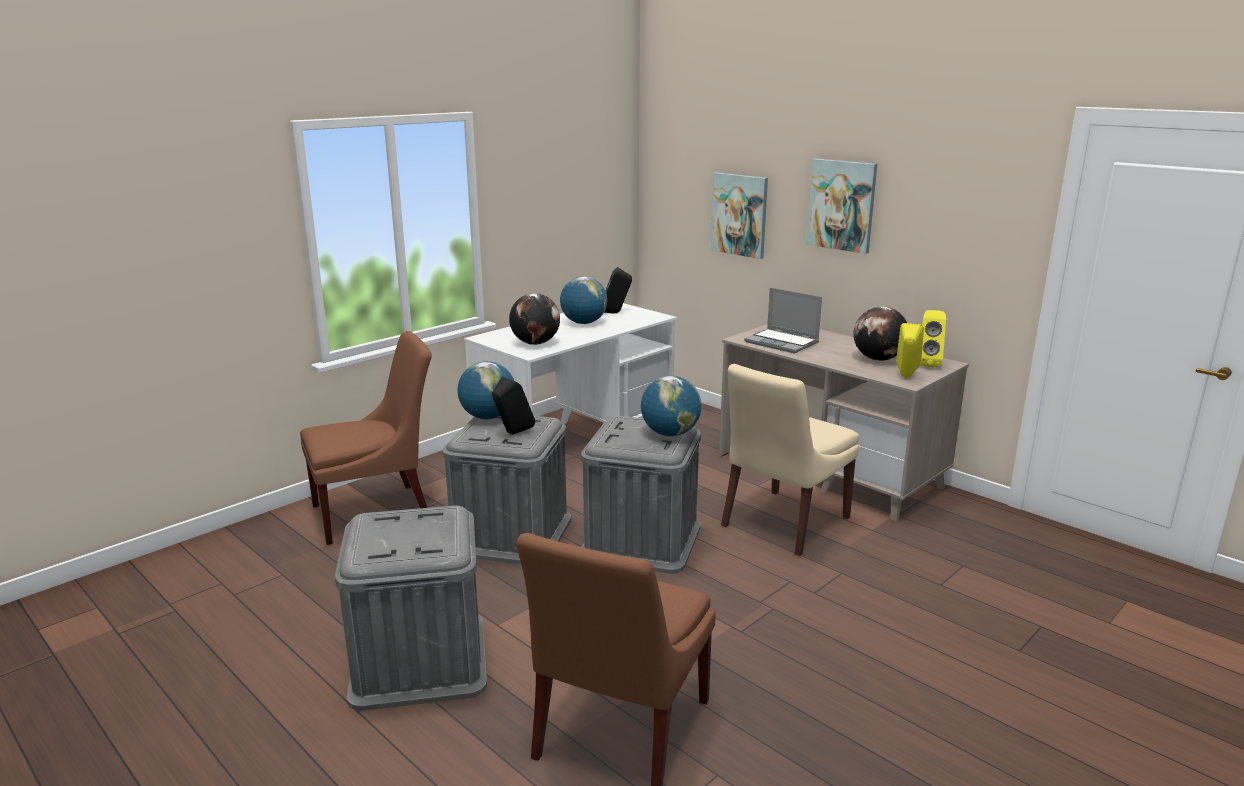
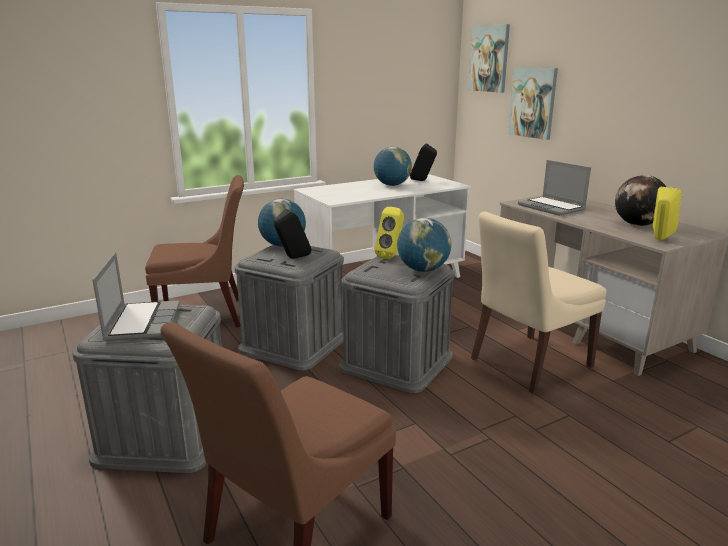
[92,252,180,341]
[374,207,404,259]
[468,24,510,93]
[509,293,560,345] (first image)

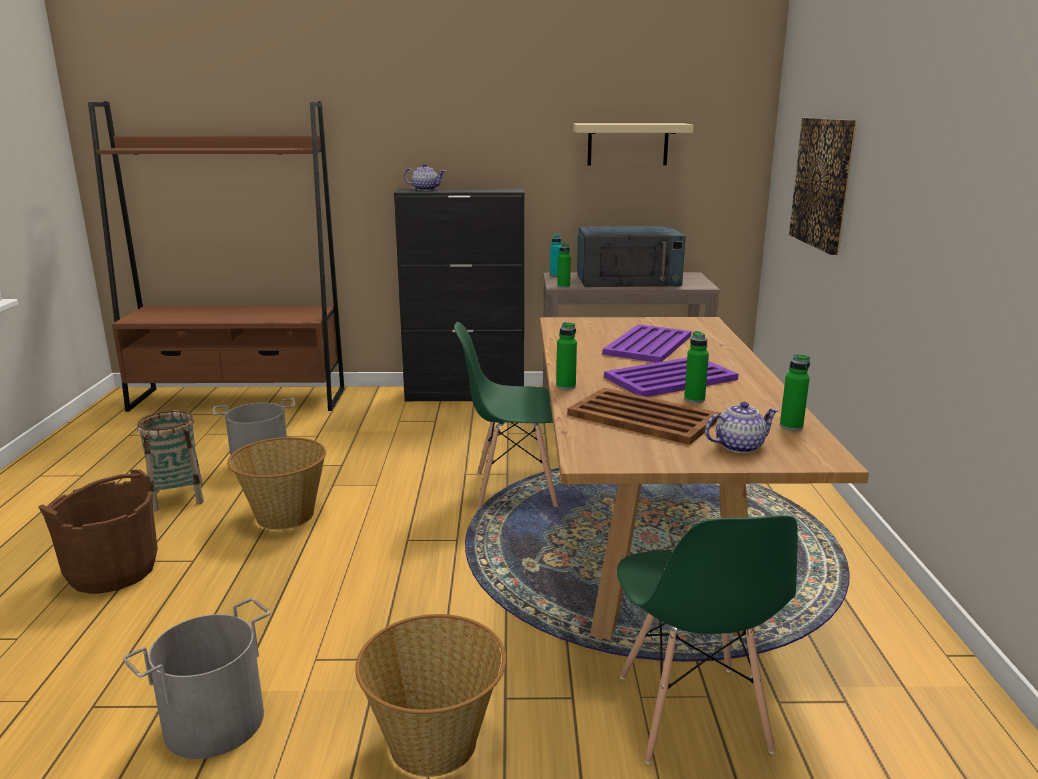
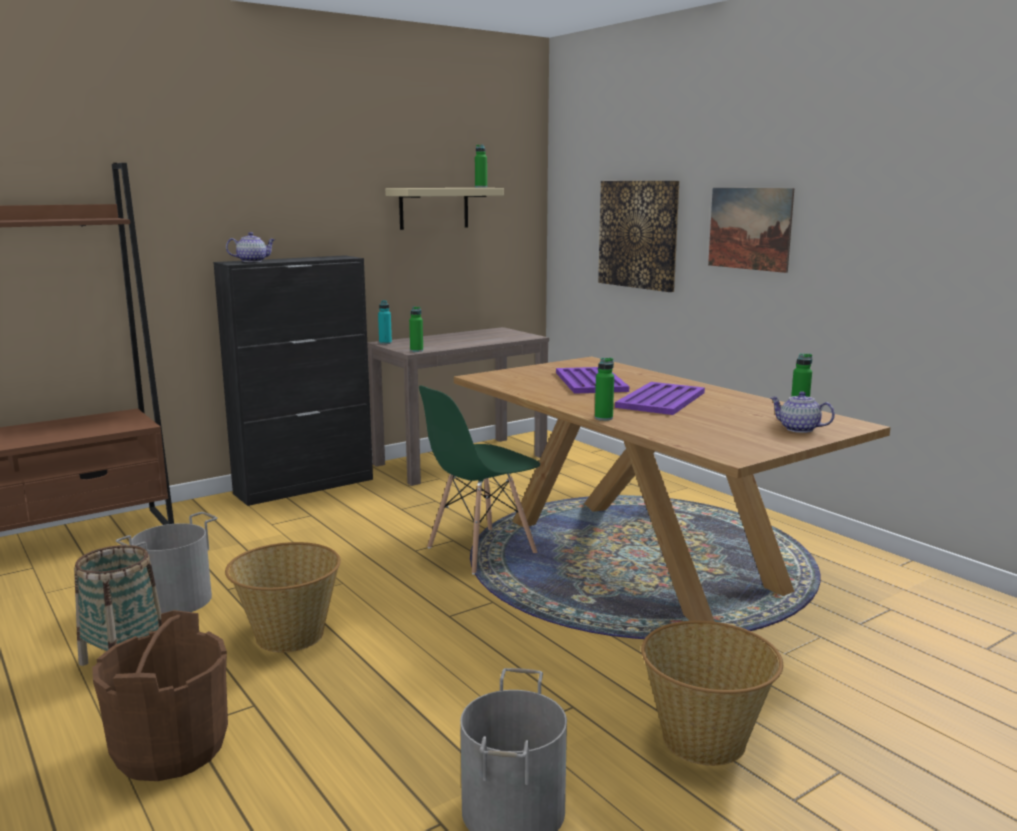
[475,145,487,188]
[708,188,794,273]
[770,391,835,433]
[567,388,721,445] (first image)
[577,226,686,287] (first image)
[617,515,798,764] (first image)

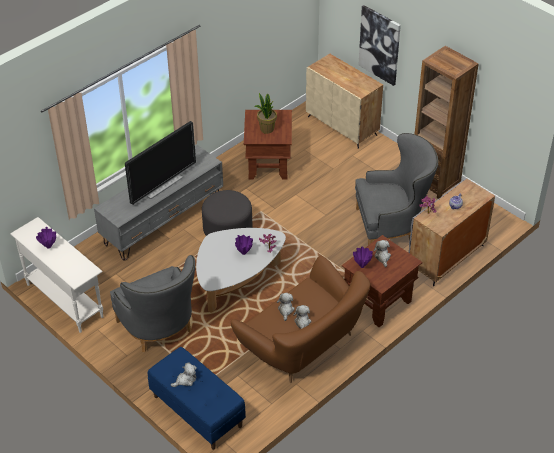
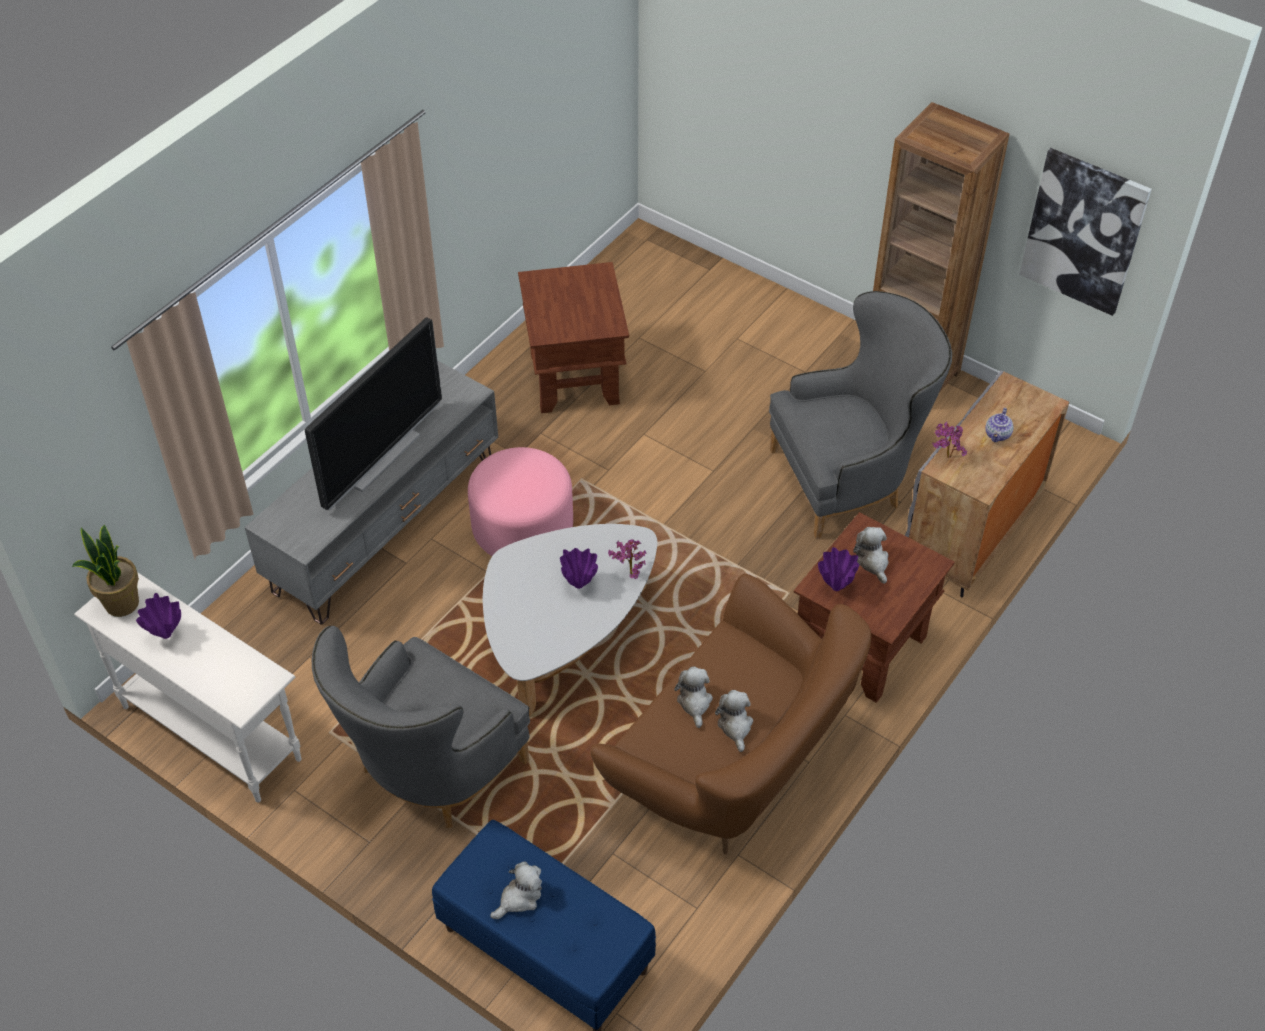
[72,525,139,617]
[312,626,530,828]
[468,447,573,556]
[1019,148,1152,316]
[306,54,383,149] (first image)

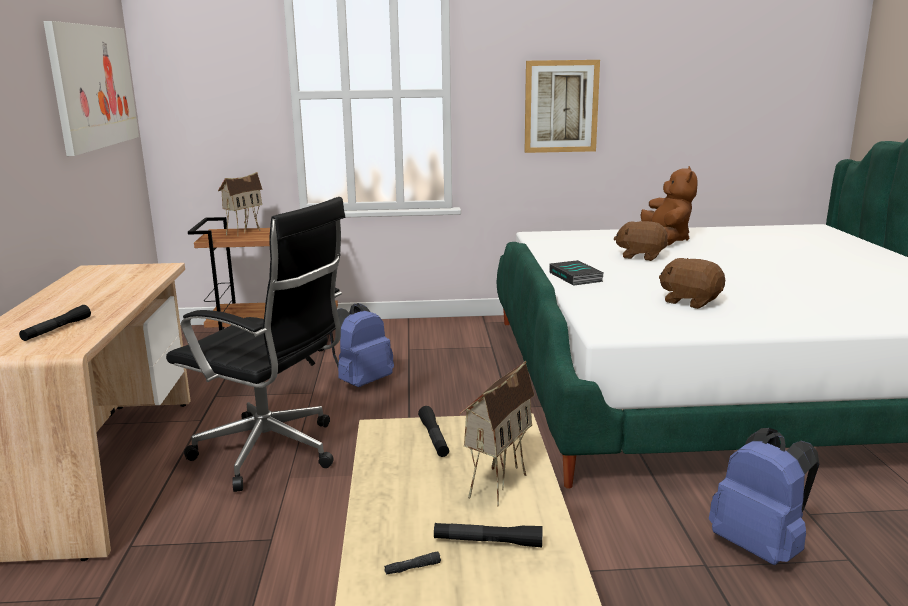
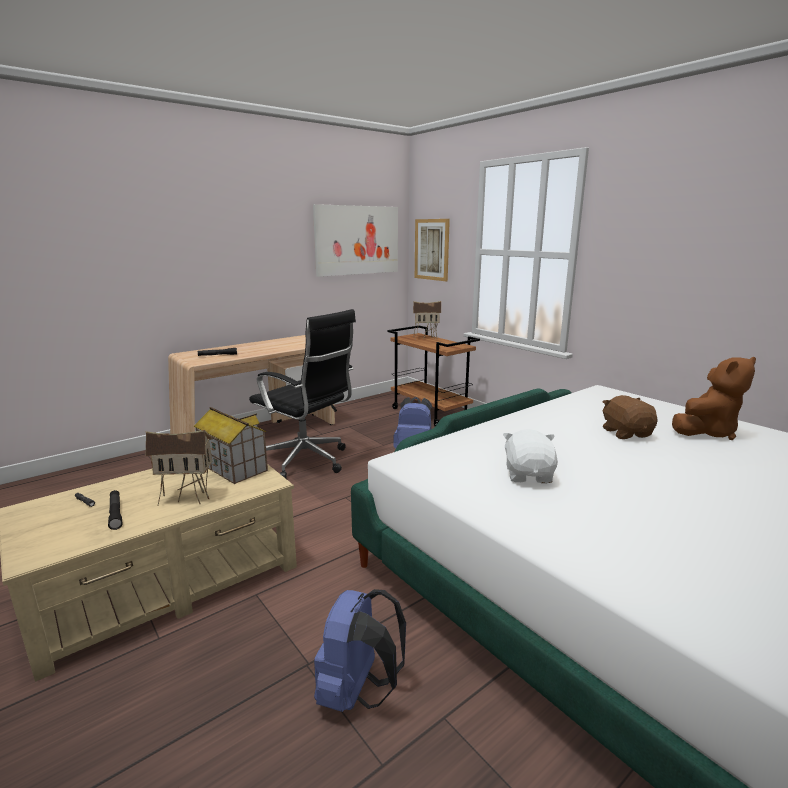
[194,407,268,484]
[249,309,356,479]
[415,219,450,281]
[503,429,558,483]
[550,260,604,286] (first image)

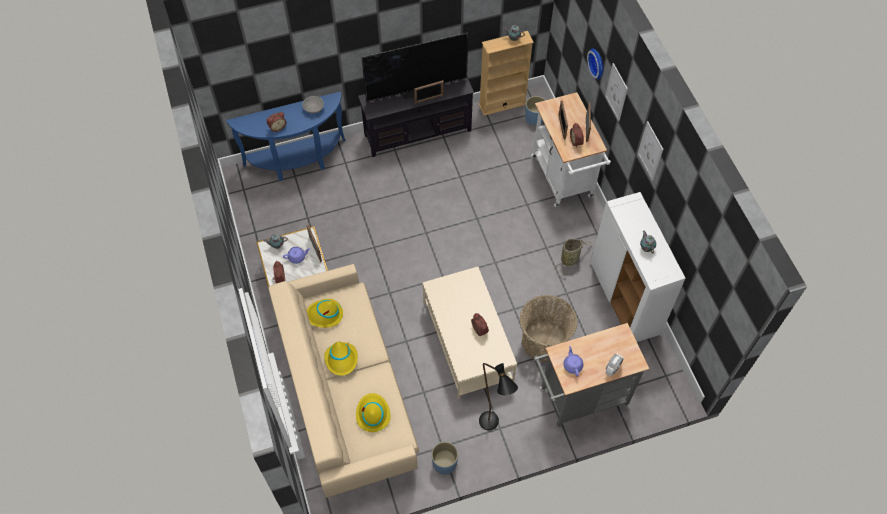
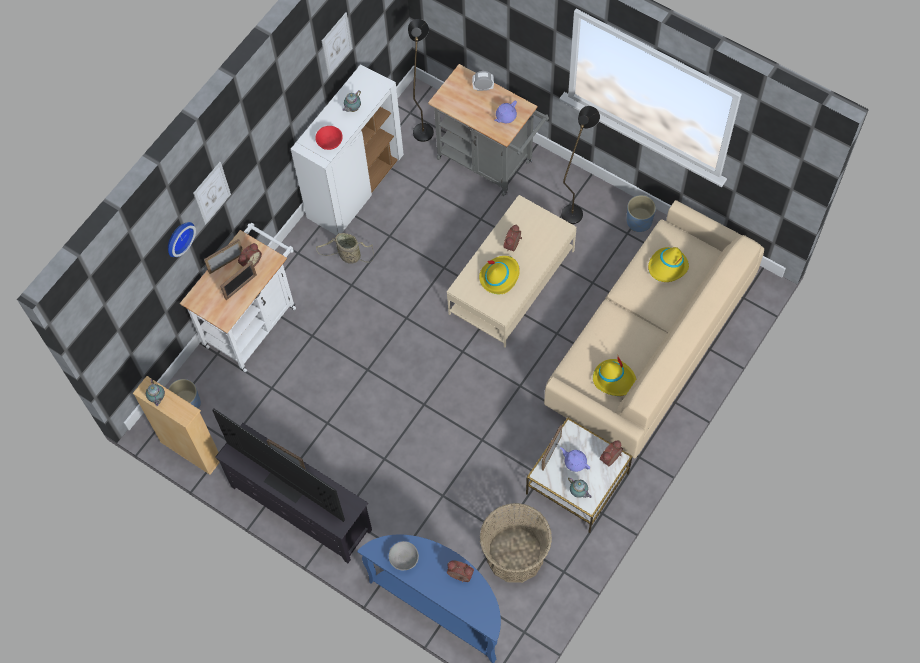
[315,126,343,150]
[322,12,352,76]
[408,19,434,142]
[479,256,520,294]
[480,503,552,583]

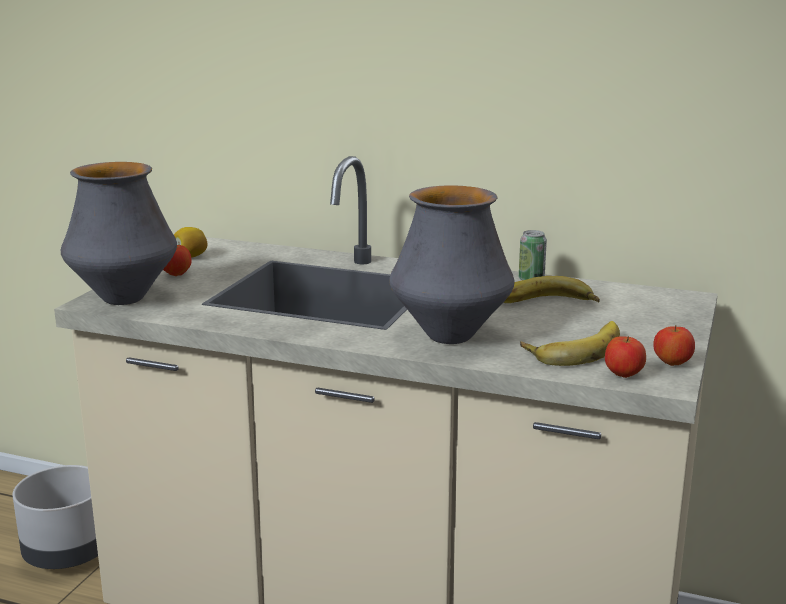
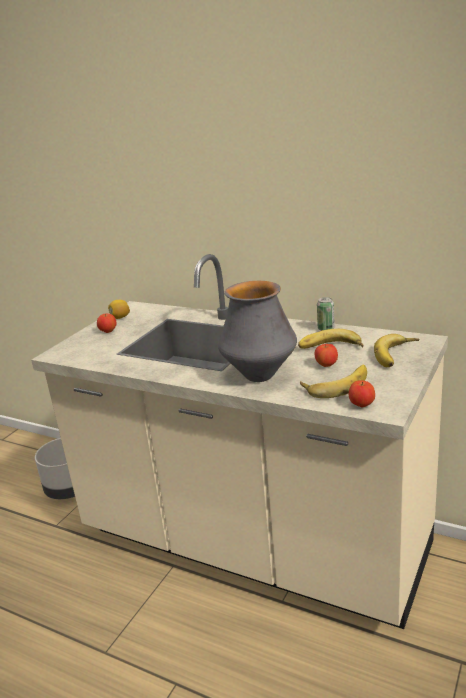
[315,344,338,367]
[374,334,419,367]
[61,162,177,305] (first image)

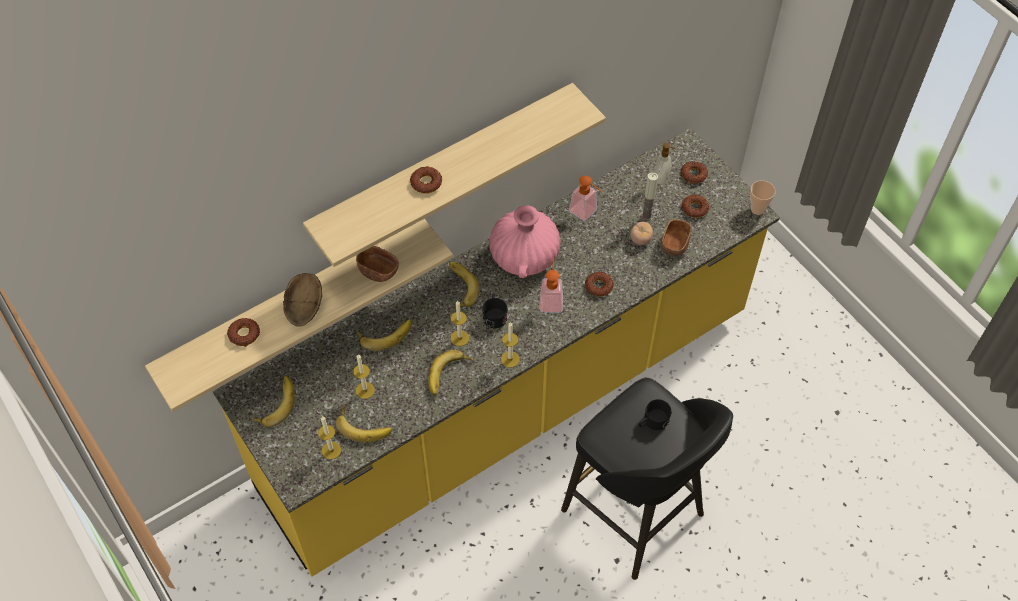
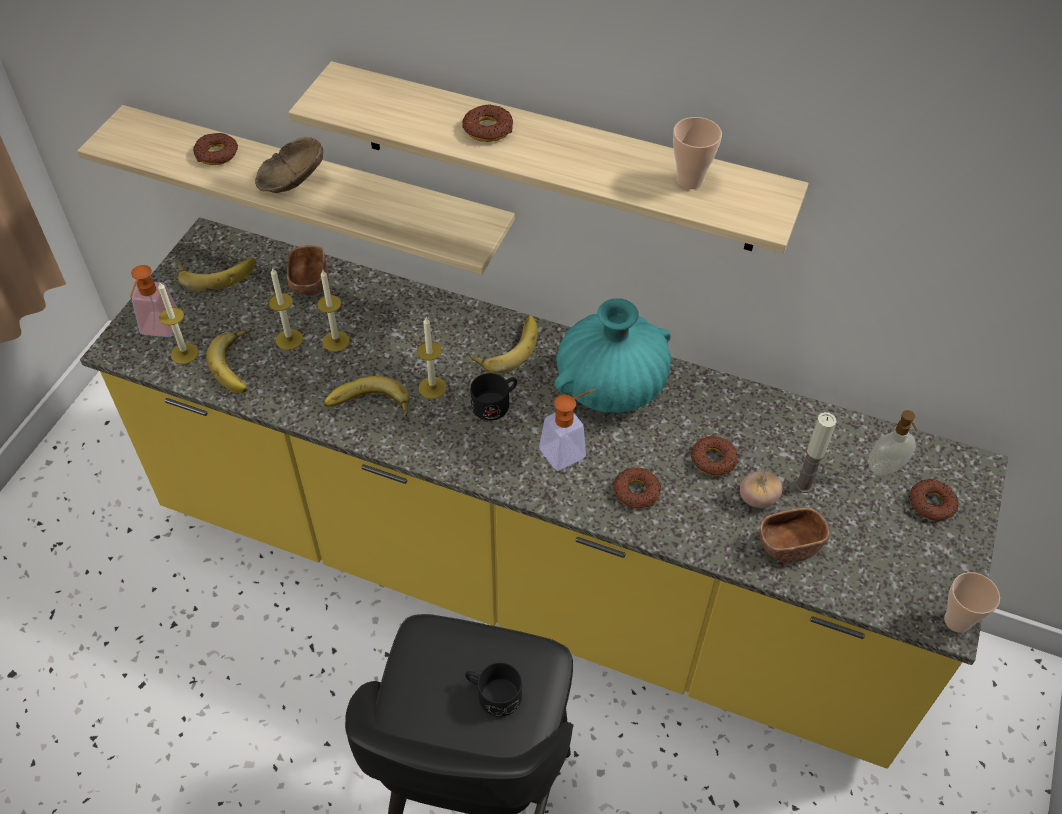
[130,265,177,337]
[287,245,329,296]
[317,270,350,352]
[554,298,671,413]
[673,117,722,189]
[691,436,738,476]
[357,319,412,351] (first image)

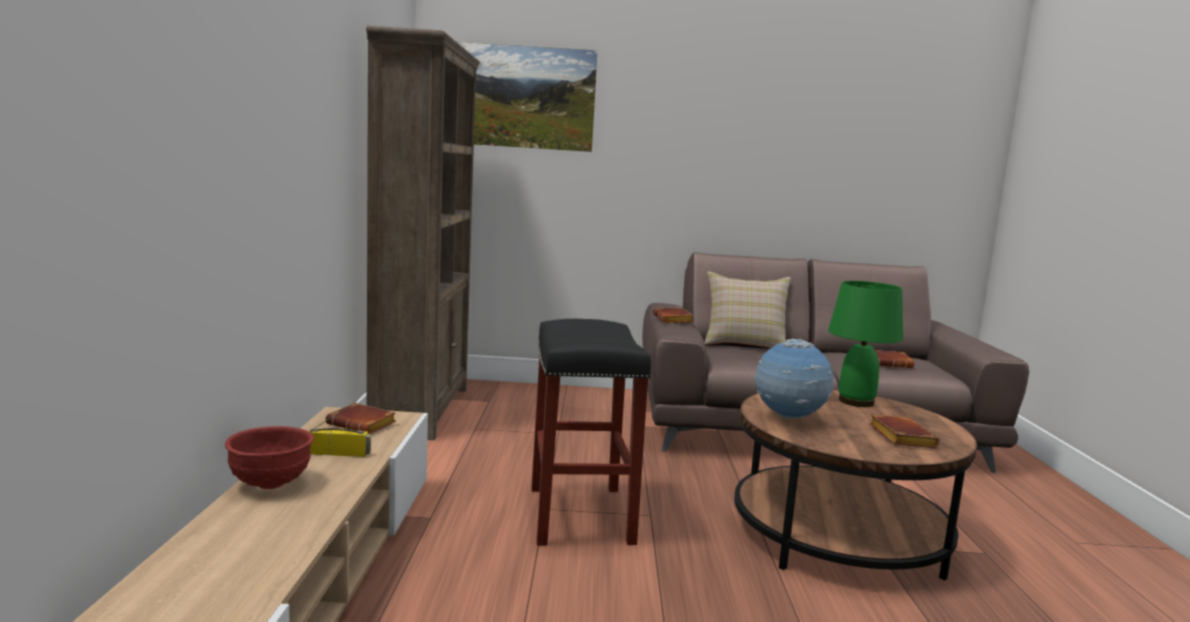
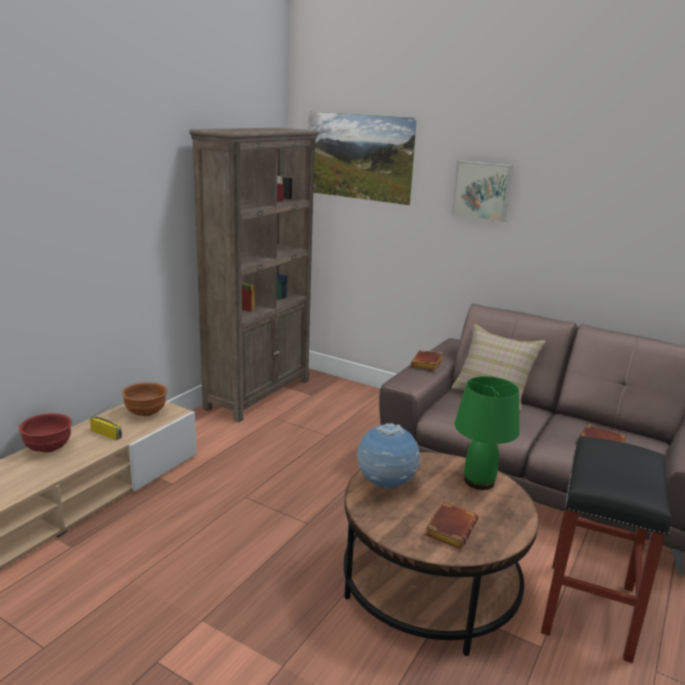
[122,382,167,417]
[451,161,513,222]
[541,436,671,663]

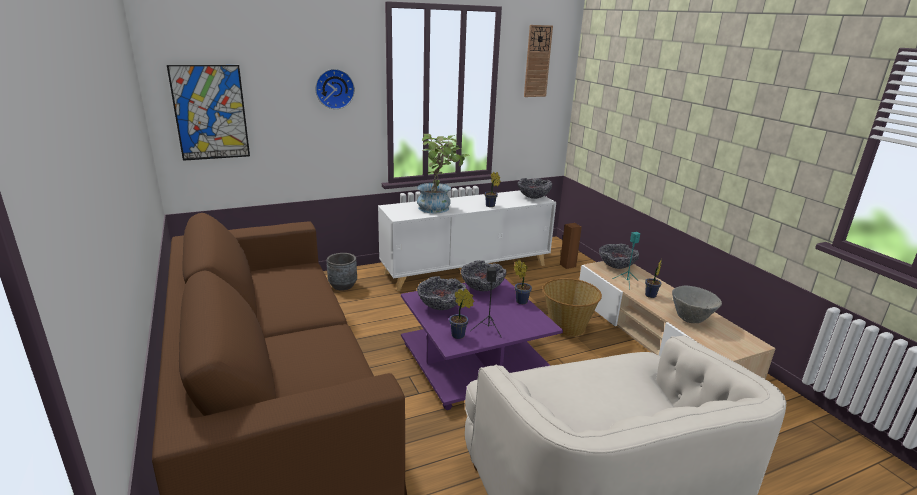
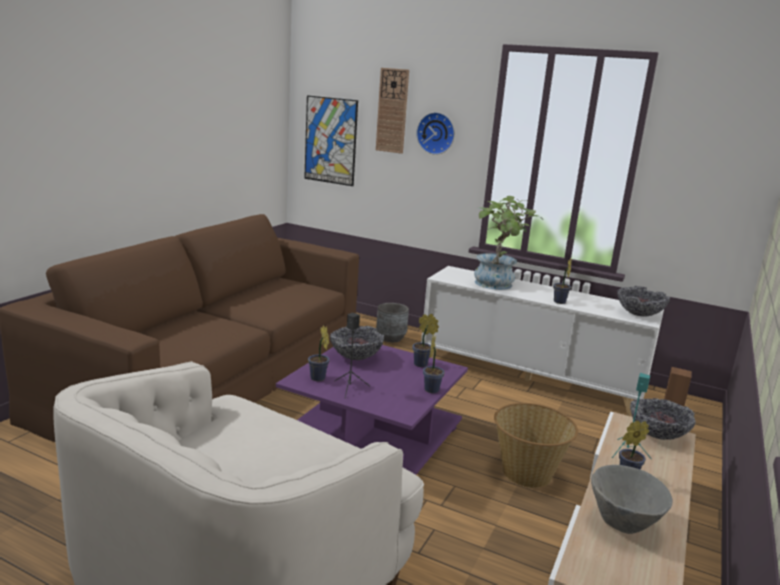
[376,68,409,154]
[413,314,439,367]

